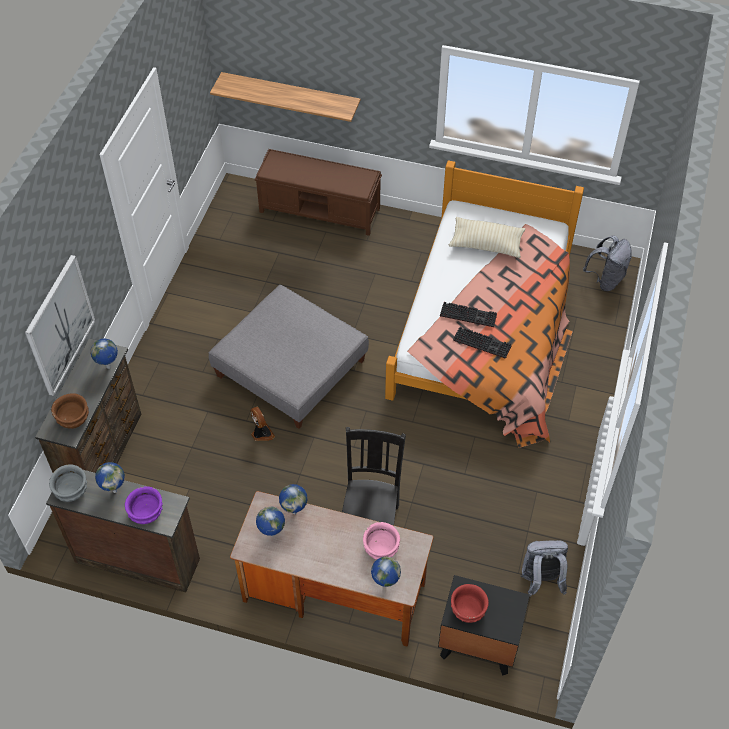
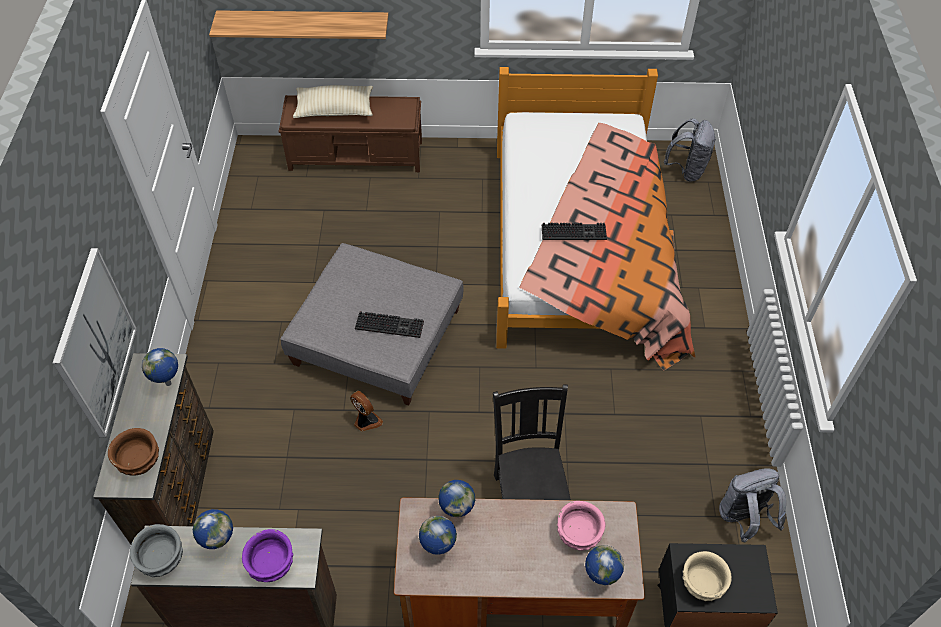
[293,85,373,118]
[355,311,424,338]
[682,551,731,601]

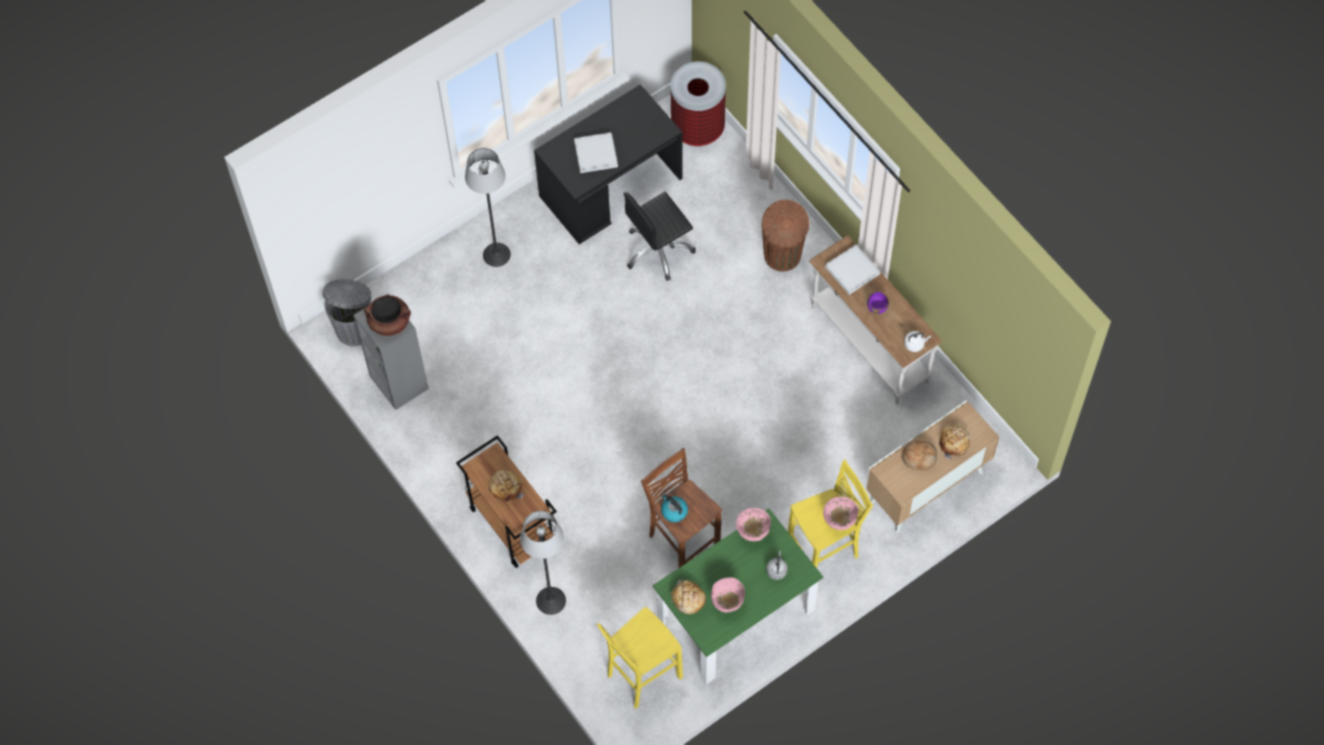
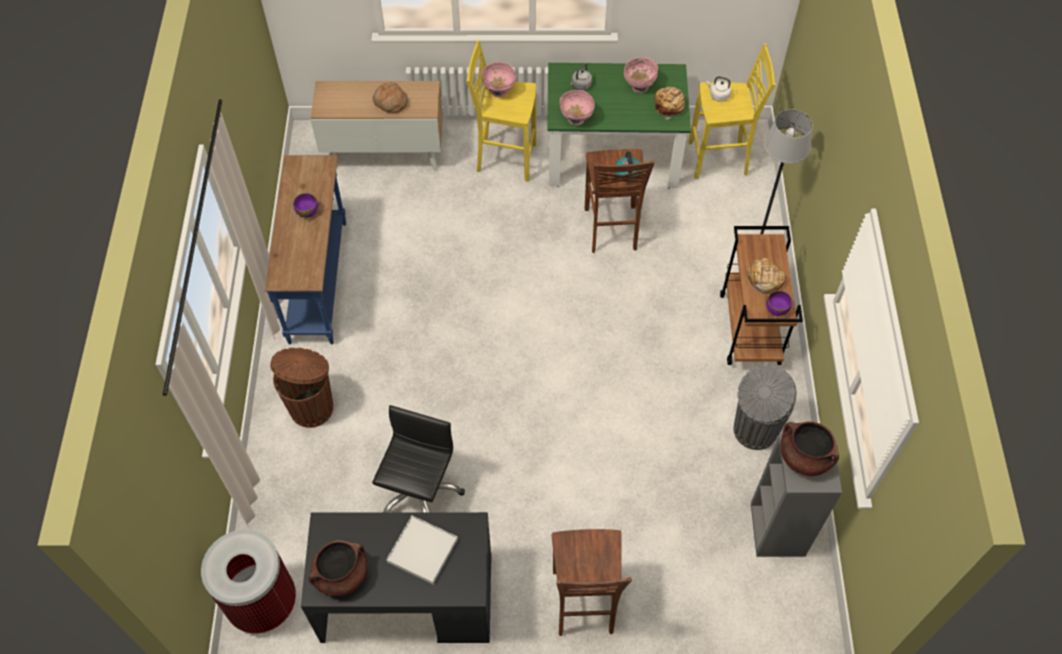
[265,155,346,344]
[308,540,368,597]
[372,405,465,512]
[551,529,632,636]
[706,76,731,102]
[734,365,796,450]
[766,290,792,316]
[825,244,880,295] (first image)
[939,425,970,459] (first image)

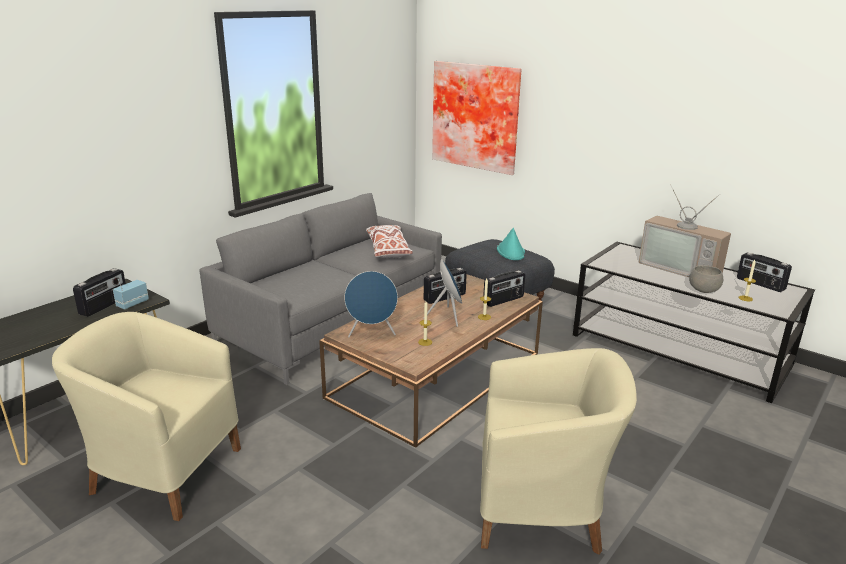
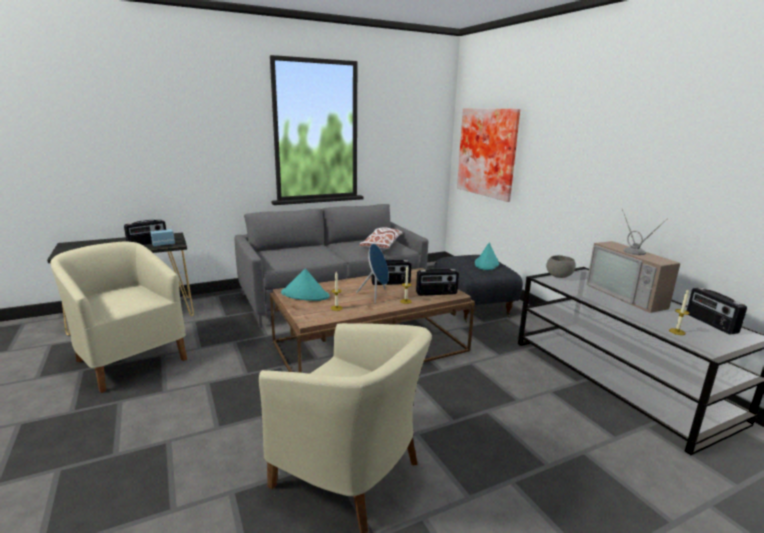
[281,268,330,301]
[546,255,575,278]

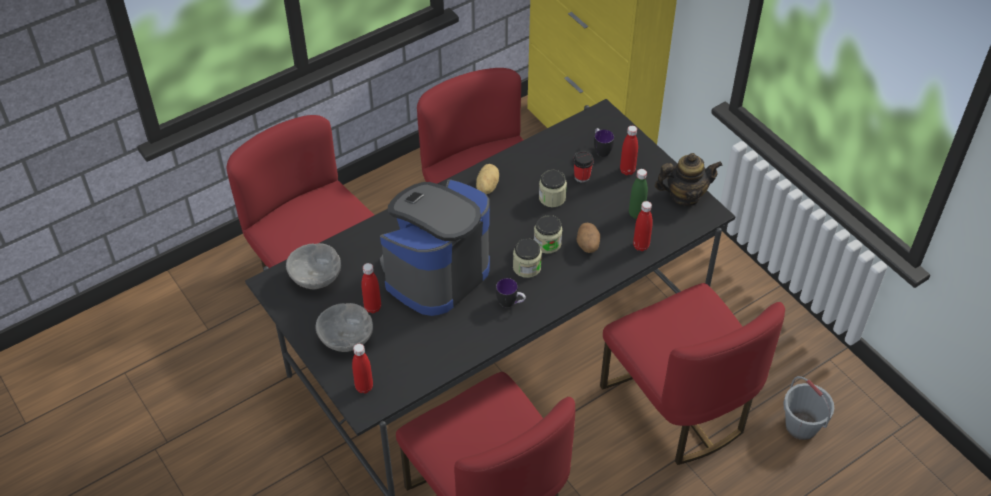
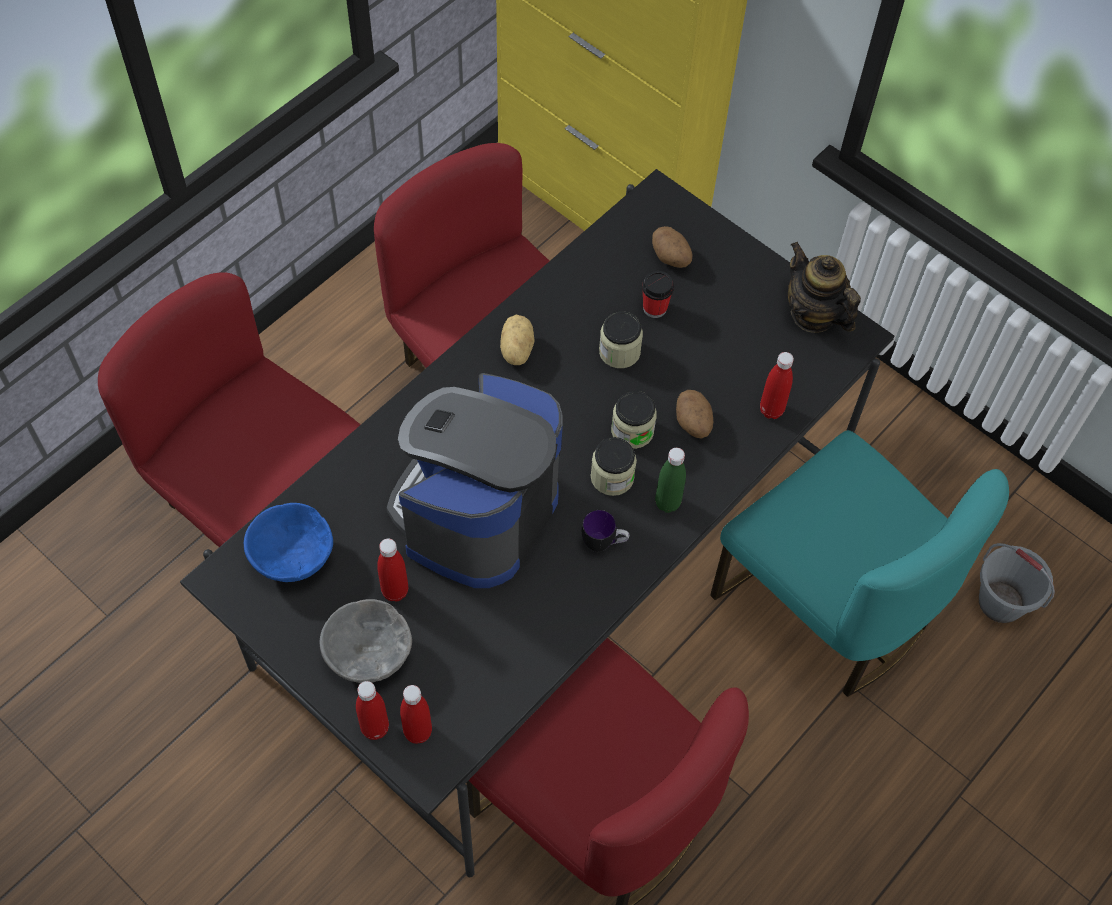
[244,503,333,582]
[356,681,389,740]
[652,226,693,268]
[655,448,686,513]
[710,430,1009,697]
[788,242,861,333]

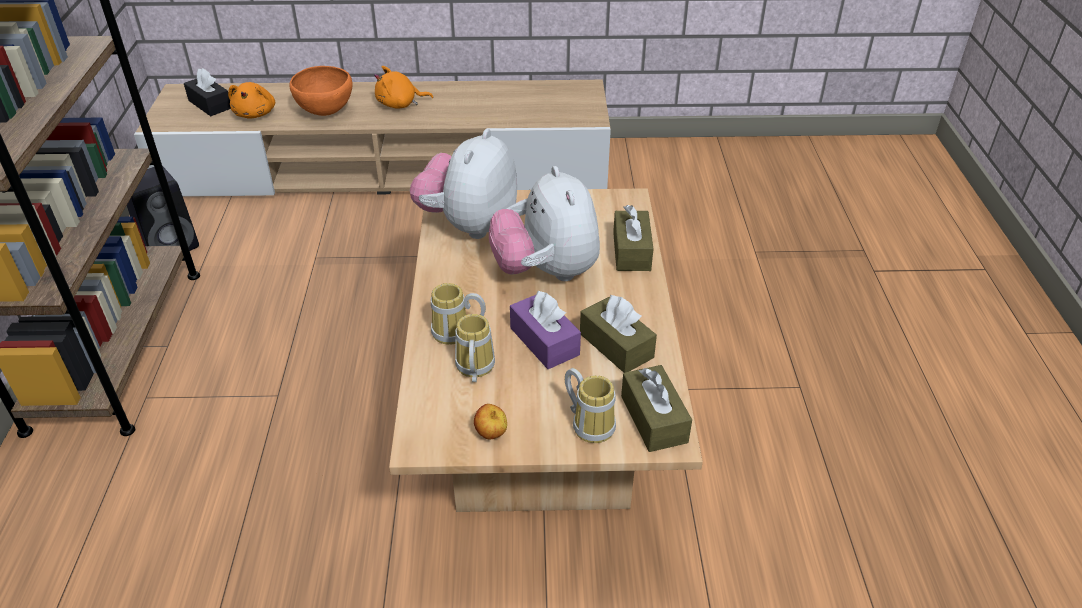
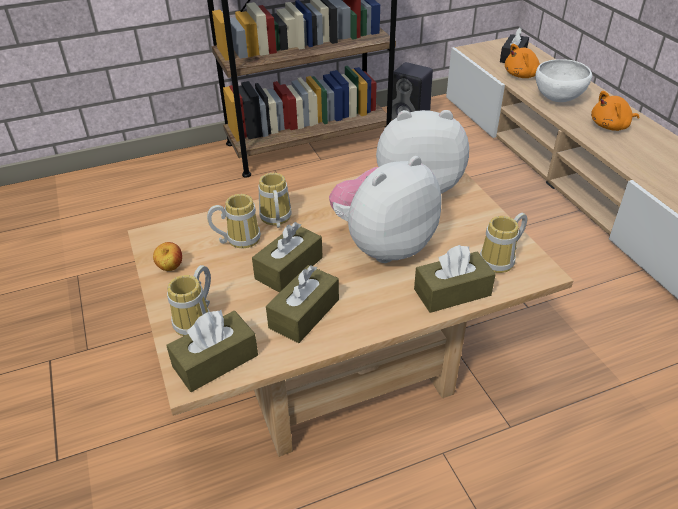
[252,222,323,293]
[480,213,527,273]
[535,59,592,102]
[591,91,639,131]

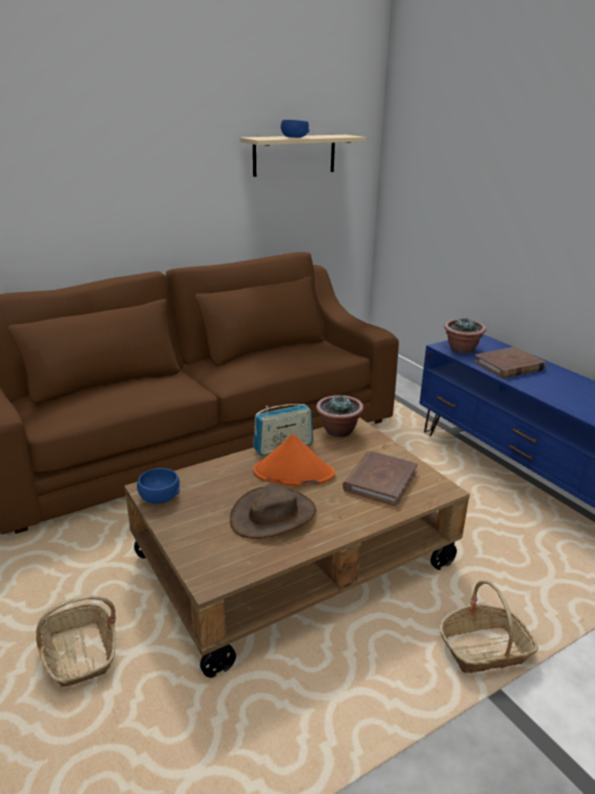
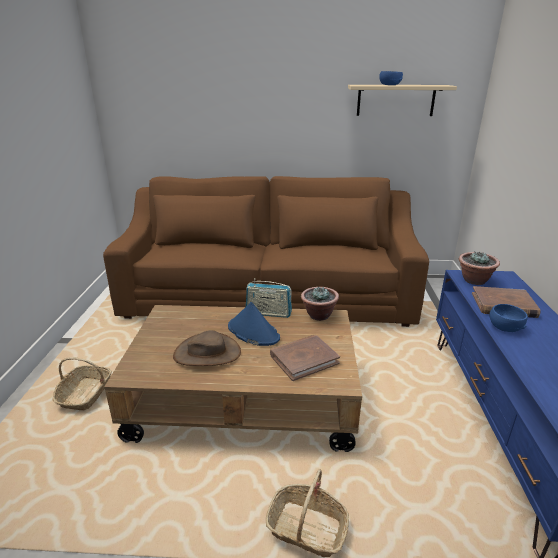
[228,302,280,346]
[489,304,528,332]

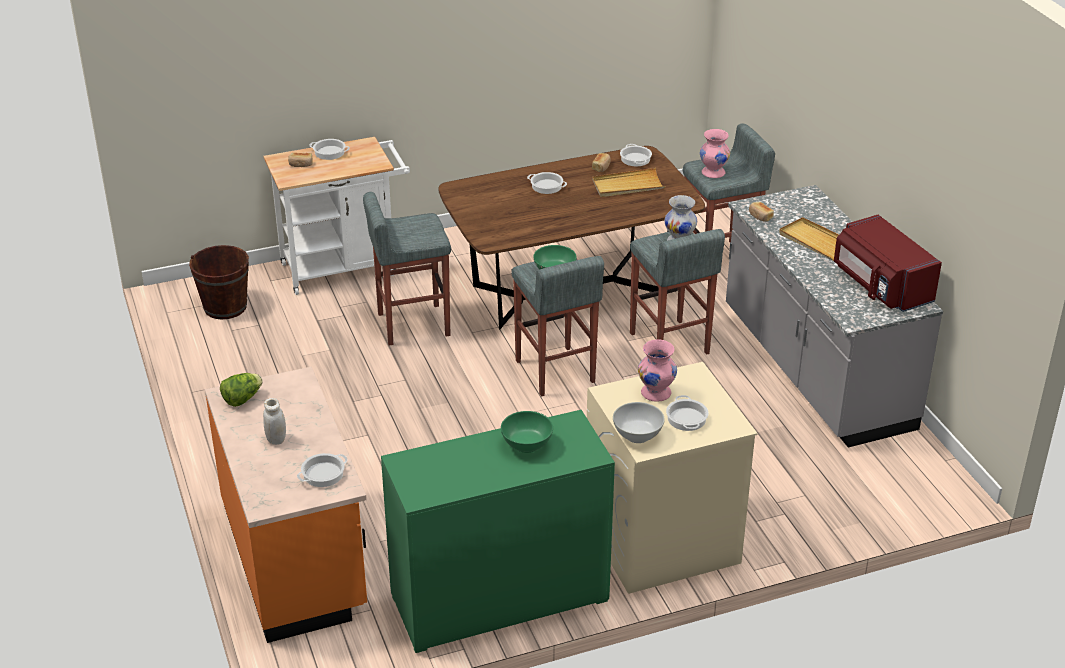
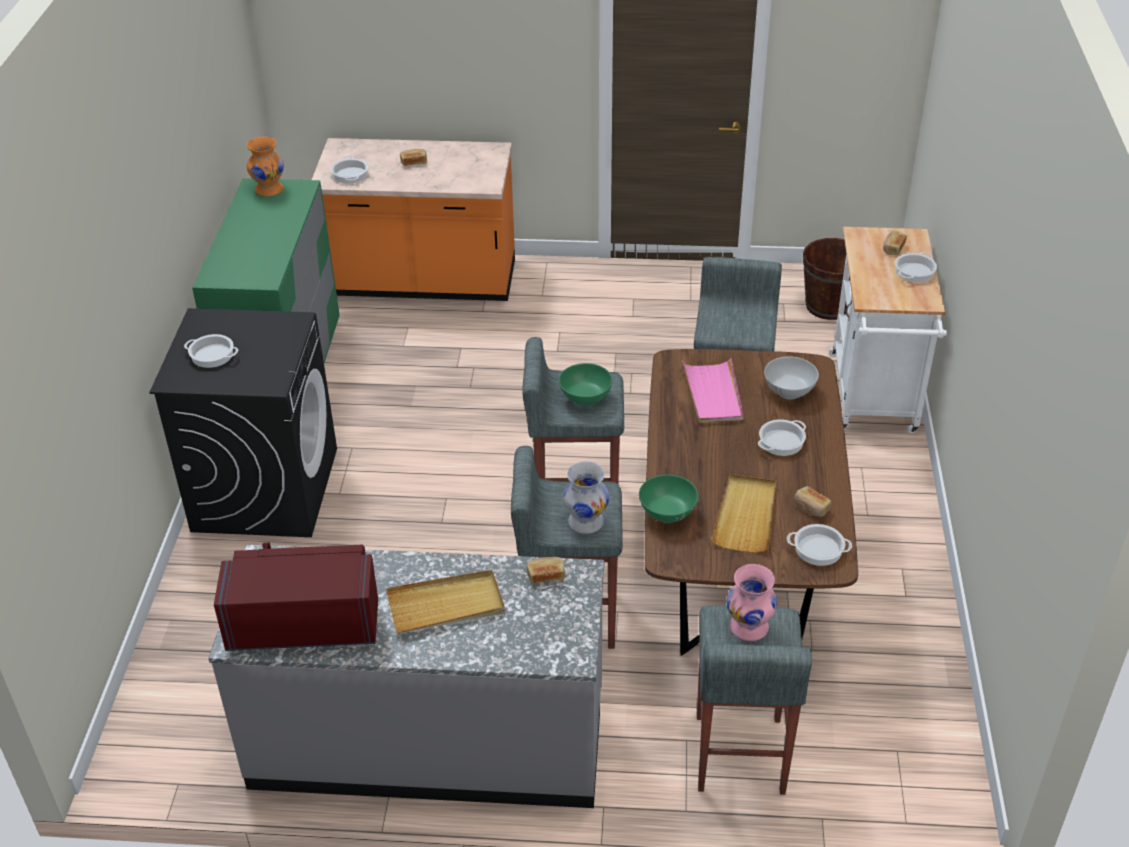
[149,308,337,537]
[247,136,284,196]
[400,149,427,166]
[639,475,699,523]
[682,358,744,423]
[764,356,819,399]
[220,373,263,407] (first image)
[638,339,677,402] (first image)

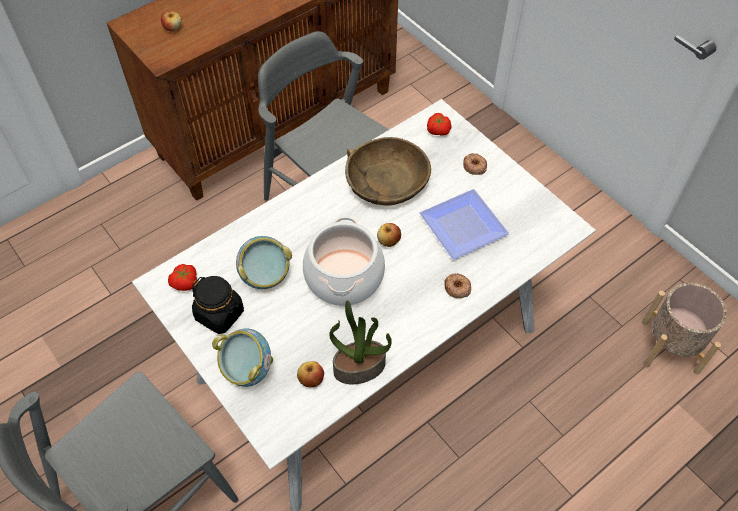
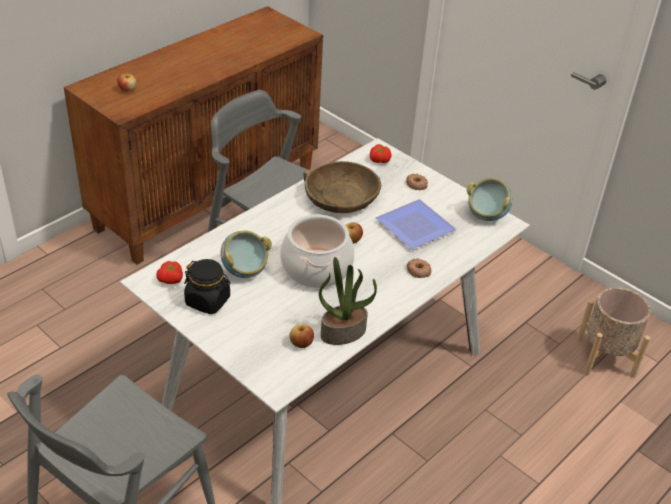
[467,178,513,221]

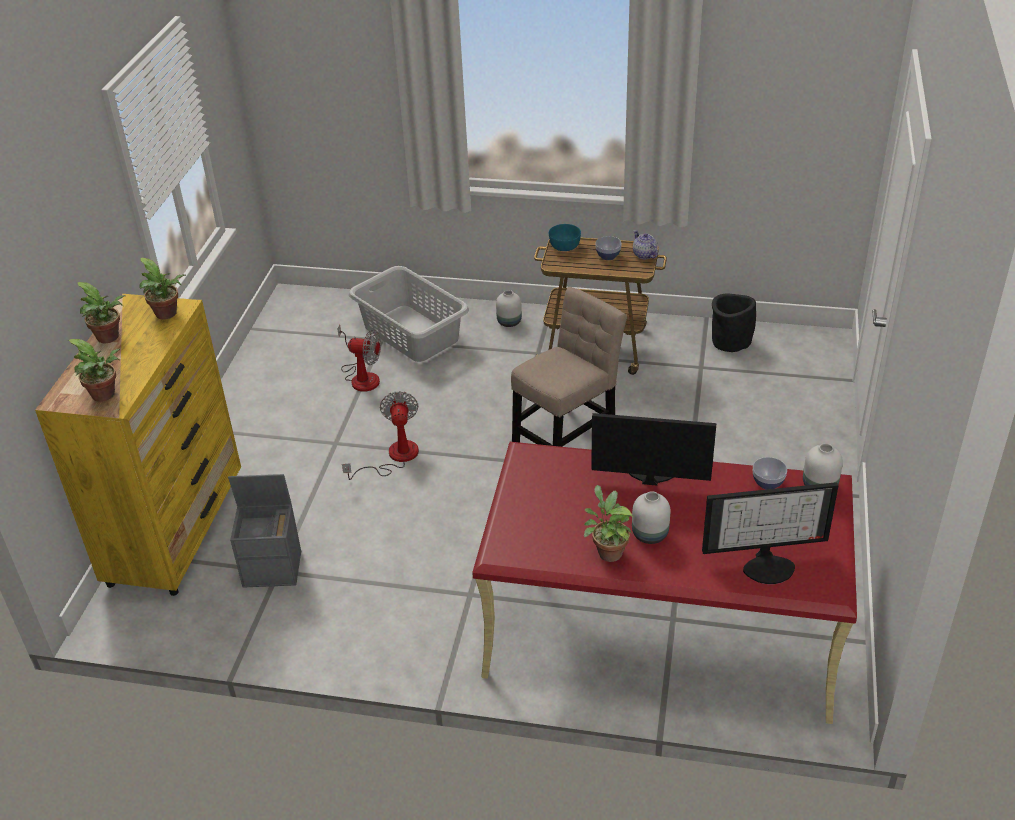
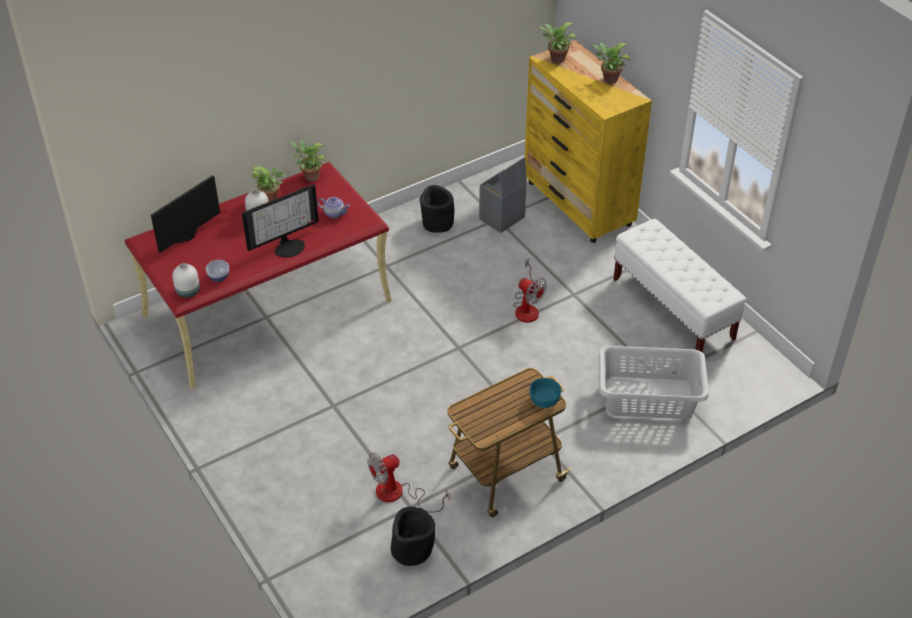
[291,140,326,181]
[317,197,350,218]
[367,453,450,513]
[419,185,454,233]
[613,219,747,352]
[496,290,522,327] (first image)
[511,287,627,447] (first image)
[595,236,622,260] (first image)

